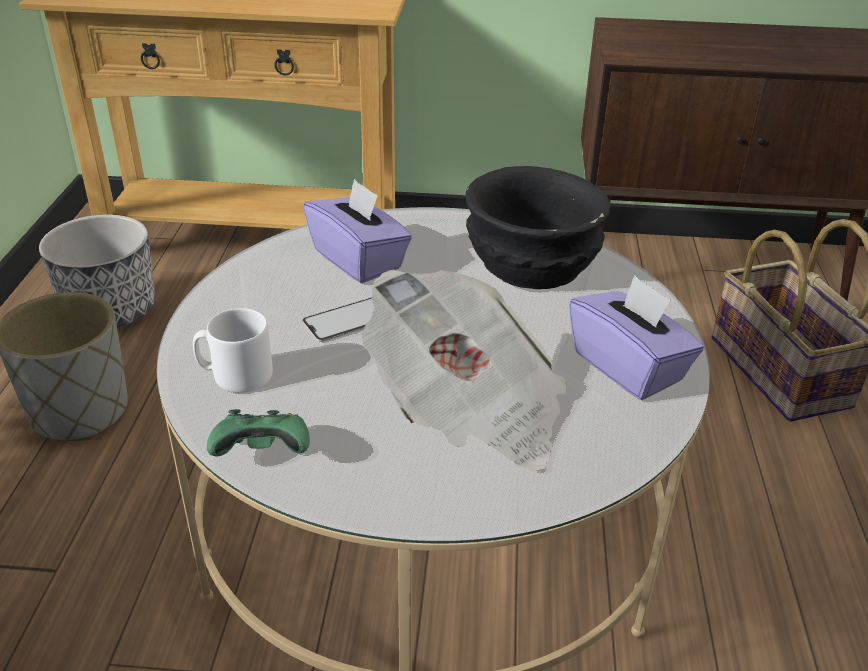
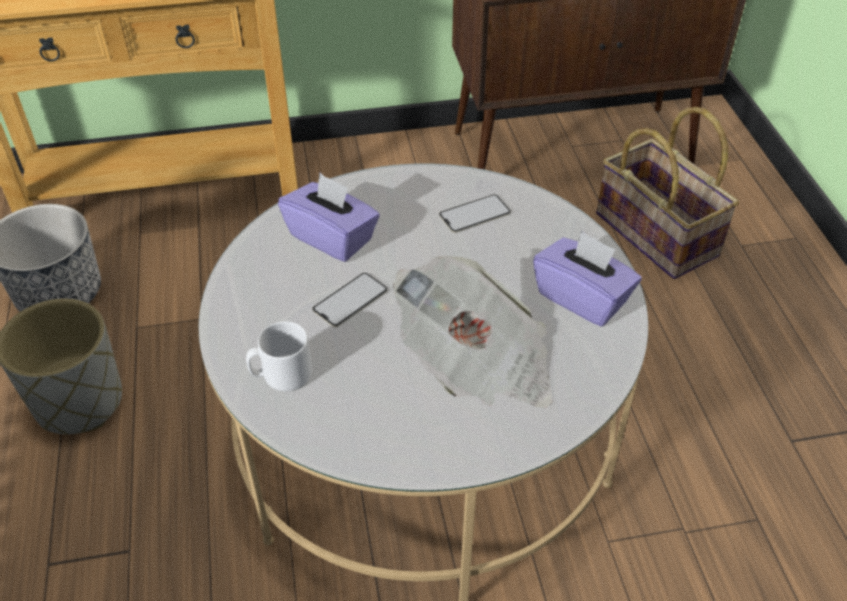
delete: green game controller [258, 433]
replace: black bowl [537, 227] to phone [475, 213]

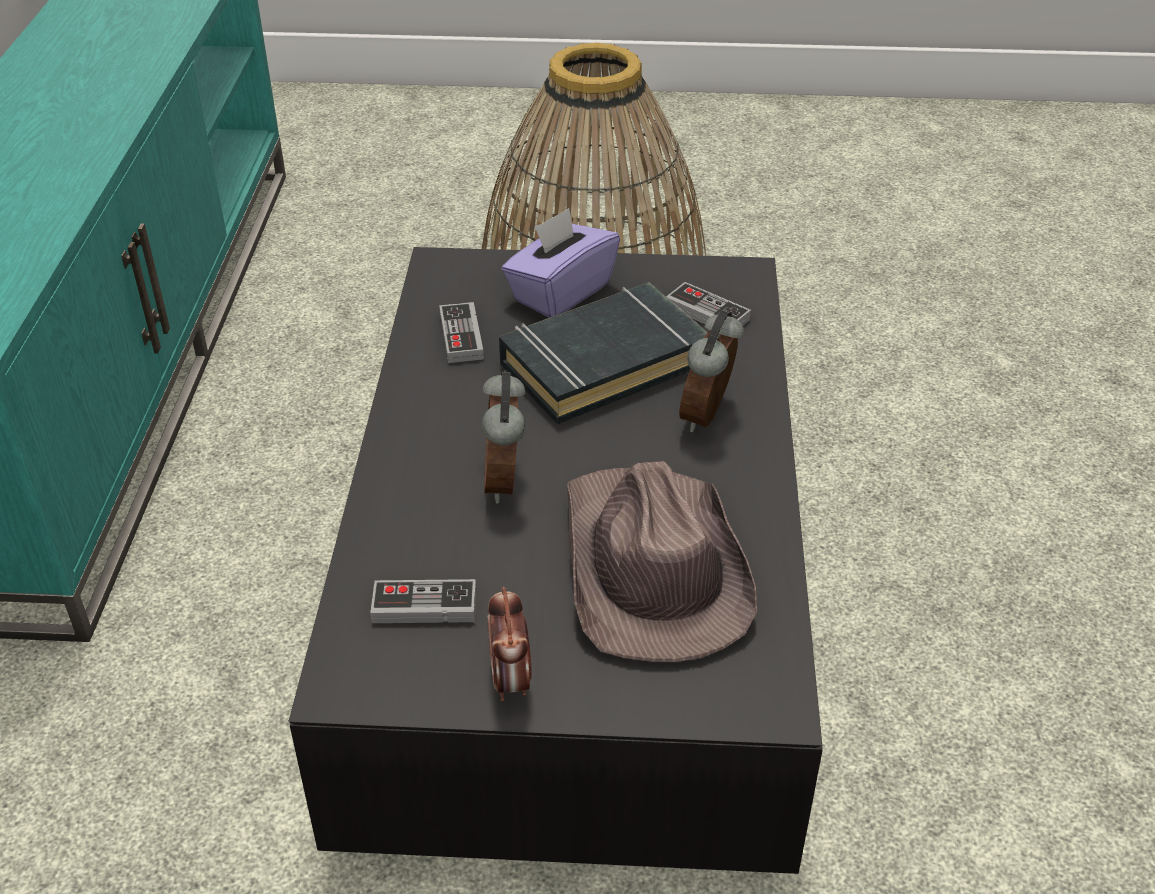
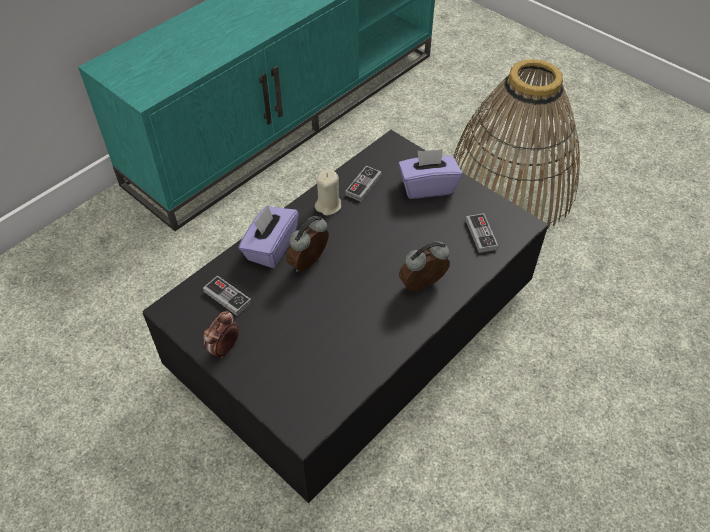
delete: black book [603, 353]; brown hat [662, 561]
insert: purple tissue box [269, 236]; beige candle [328, 192]

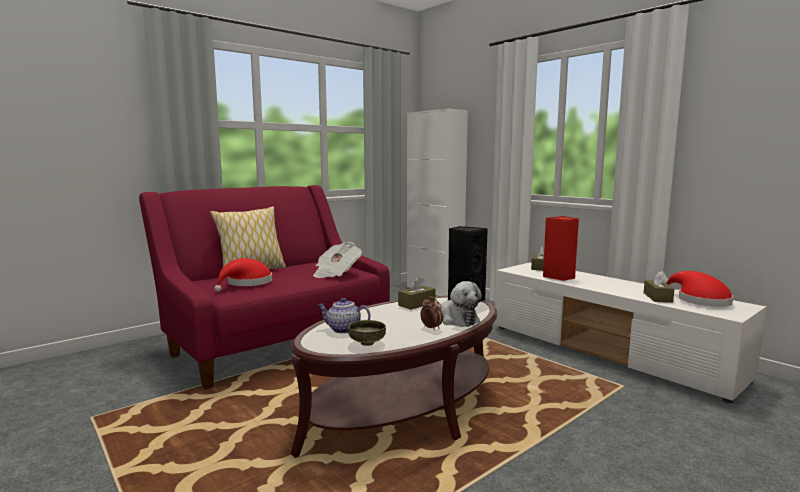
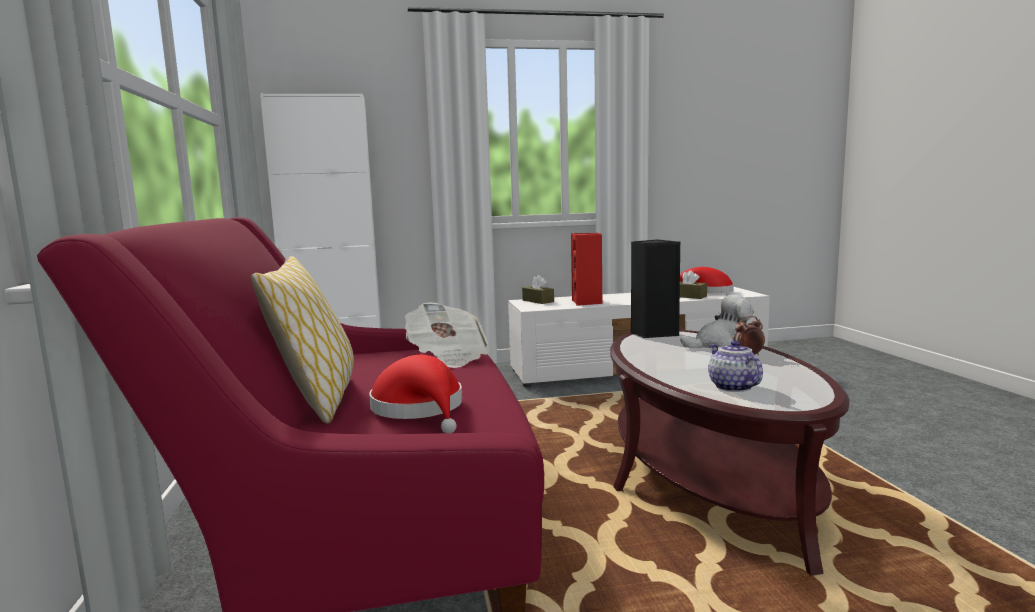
delete: bowl [367, 333]; brown tissue box [417, 293]
rotate: teapot [344, 315] = [735, 366] 120 degrees clockwise

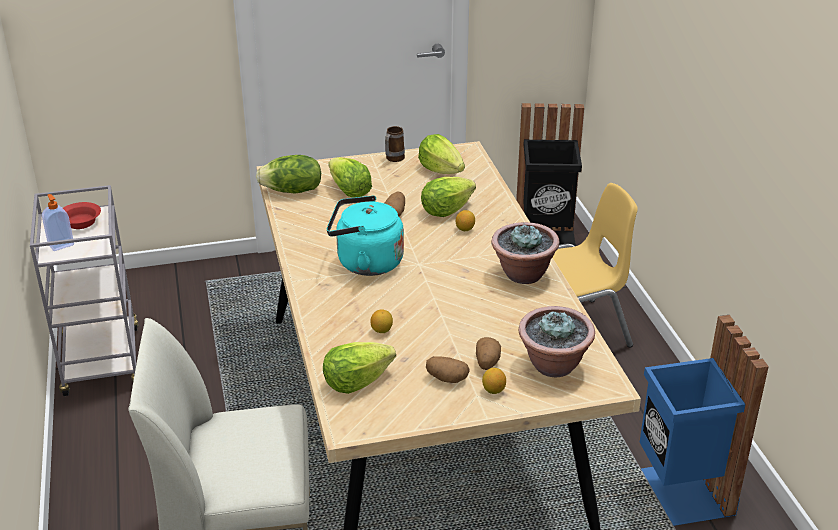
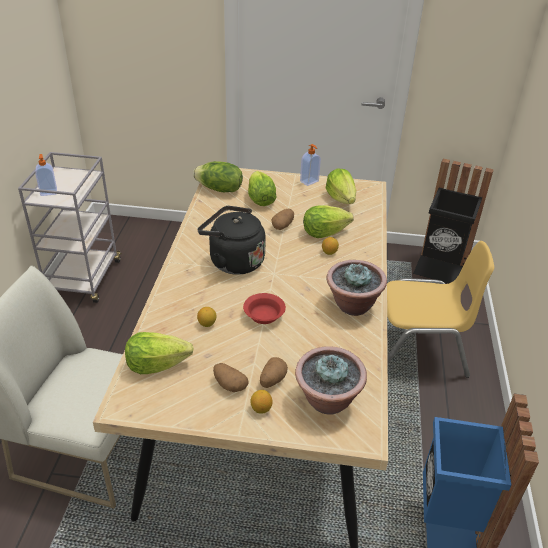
move: red bowl [82, 215] to [264, 308]
replace: mug [395, 144] to soap dispenser [310, 165]
recolor: turquoise kettle [365, 235] to black kettle [232, 240]

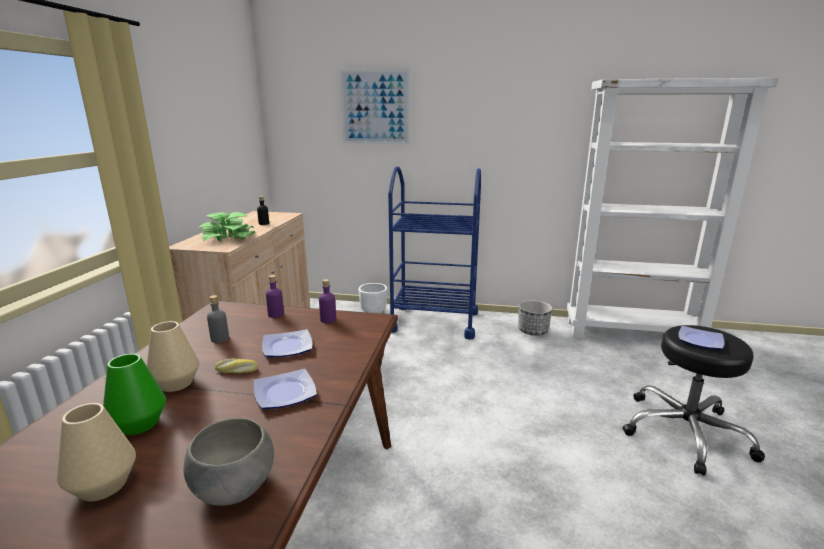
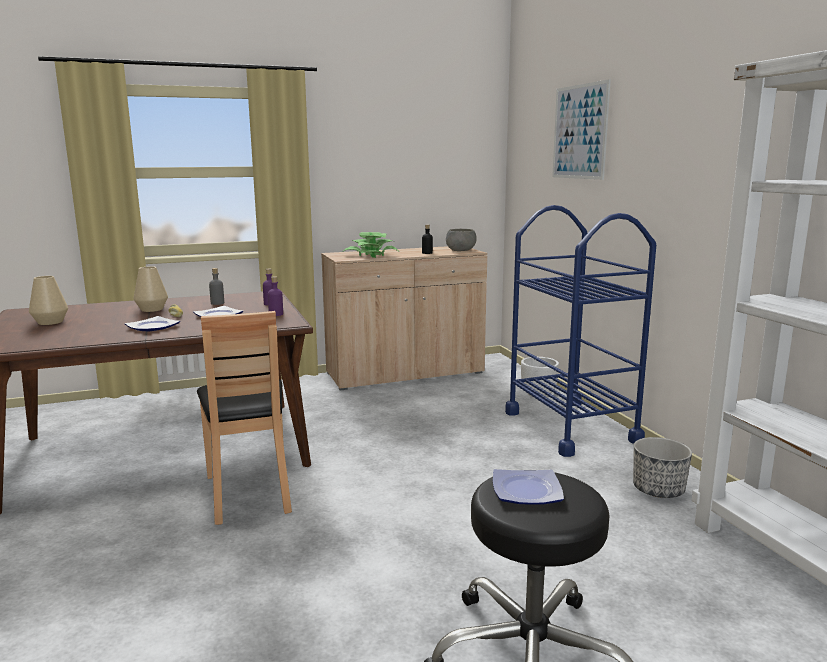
delete: green vase [134, 394]
insert: brown chair [244, 418]
move: grey bowl [228, 462] to [461, 240]

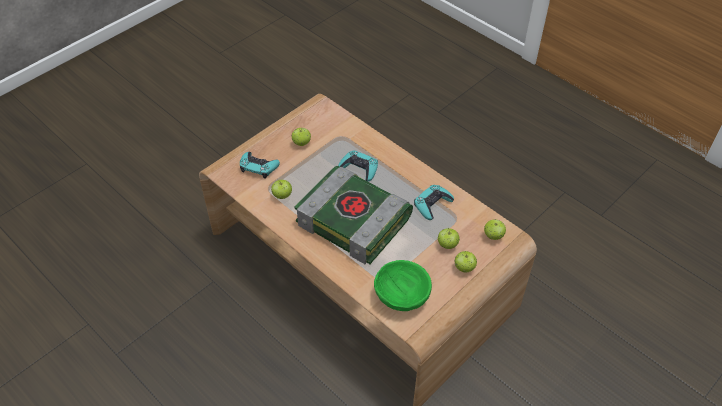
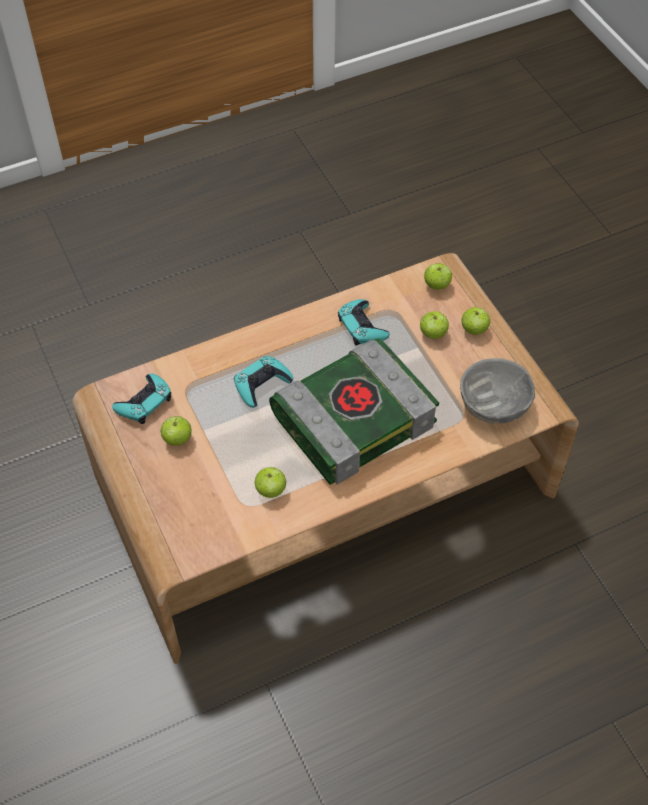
move: turquoise game controller [260, 165] to [141, 398]
recolor: green bowl [403, 285] to grey bowl [497, 391]

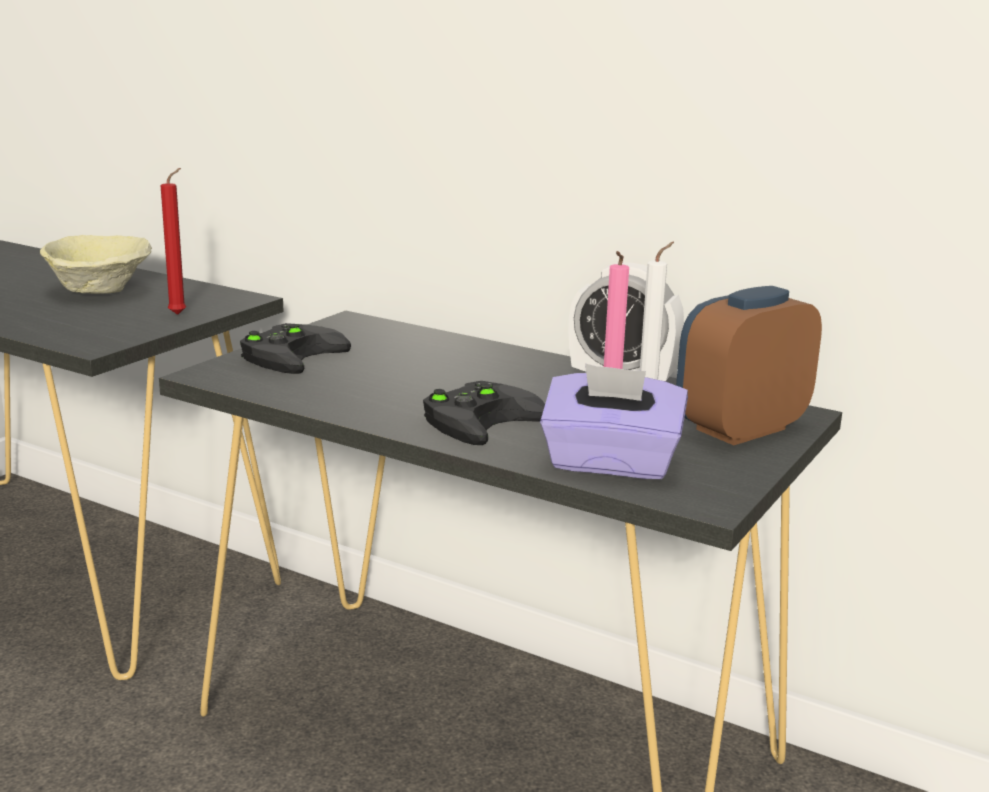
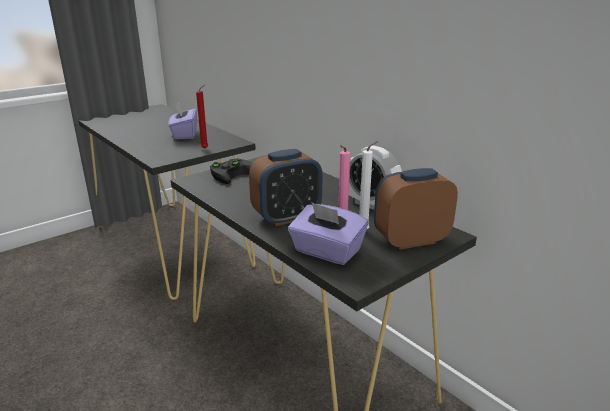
replace: beige bowl [96, 264] to purple tissue box [182, 121]; black game controller [484, 413] to alarm clock [286, 187]

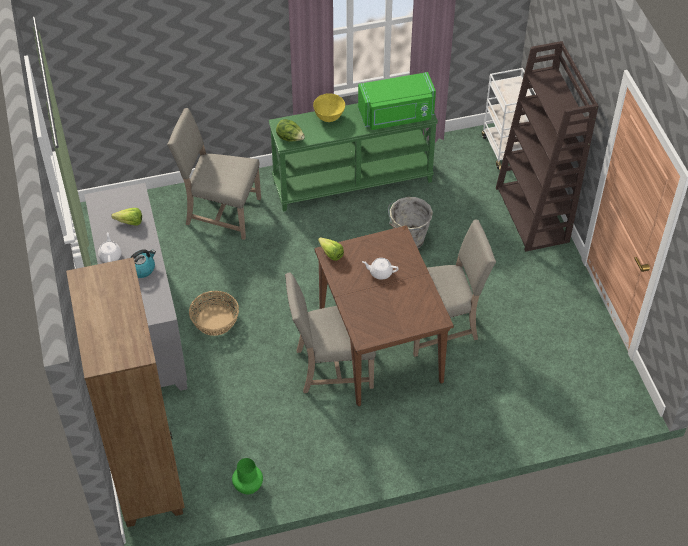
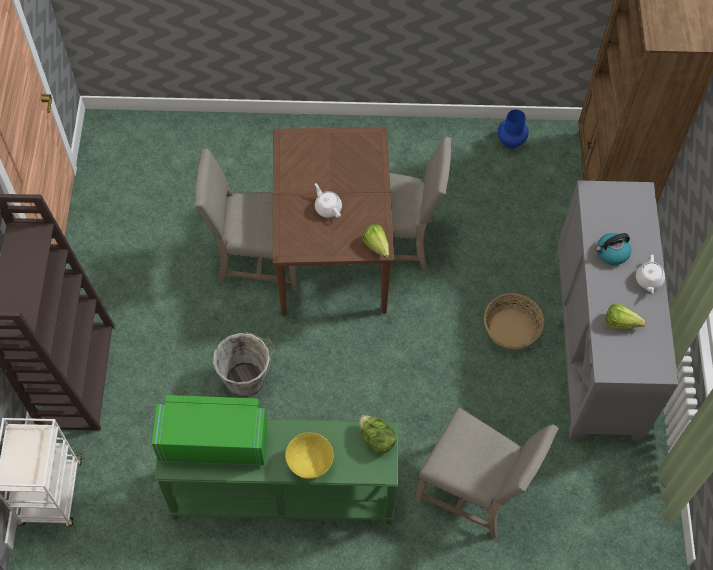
recolor: green vase [247, 476] to blue vase [513, 129]
rotate: white teapot [380, 269] = [328, 200] 150 degrees counterclockwise

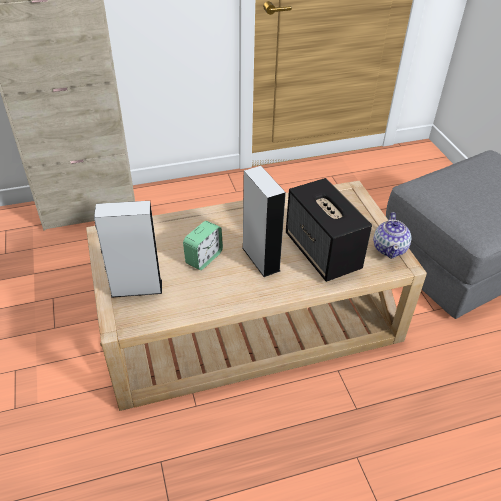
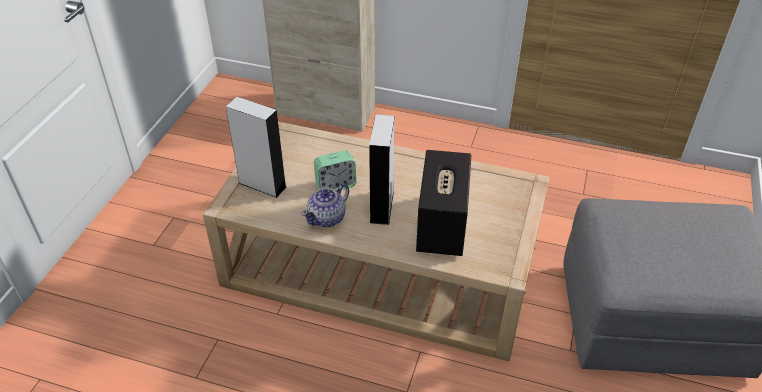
move: teapot [392, 235] to [325, 205]

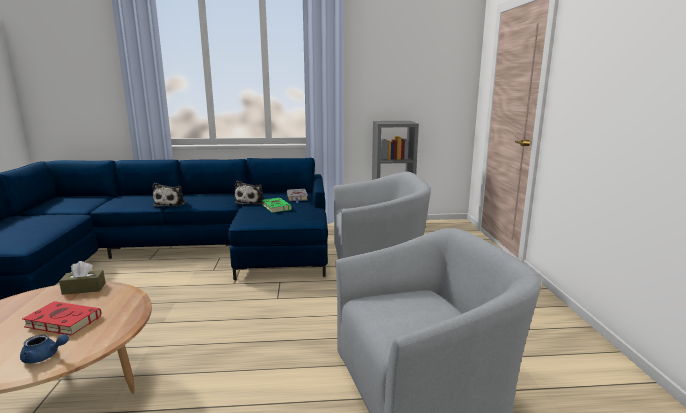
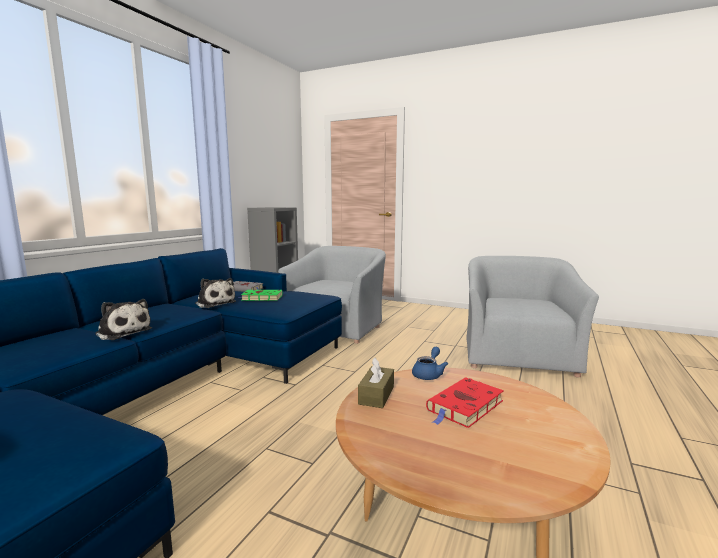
move: blue teapot [44, 348] to [430, 363]

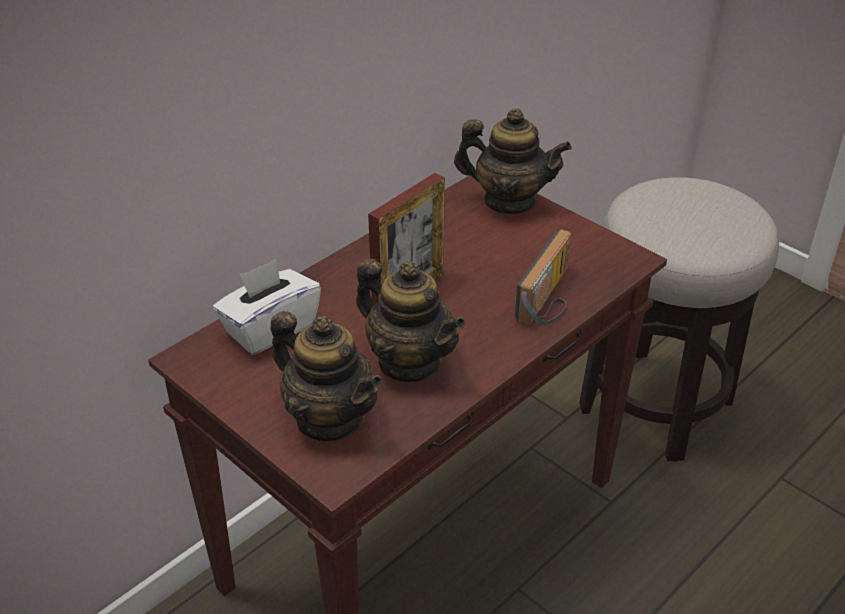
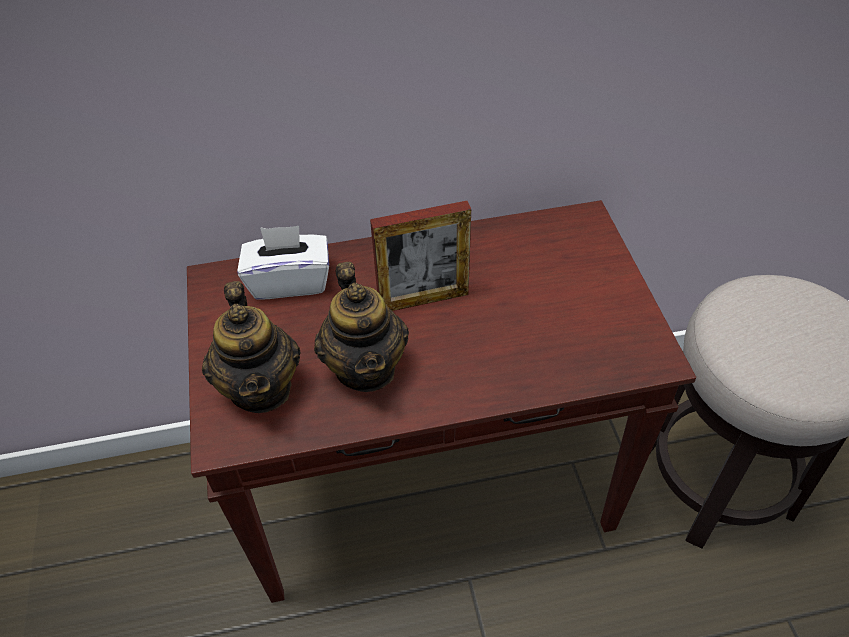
delete: teapot [513, 161]; radio [543, 277]

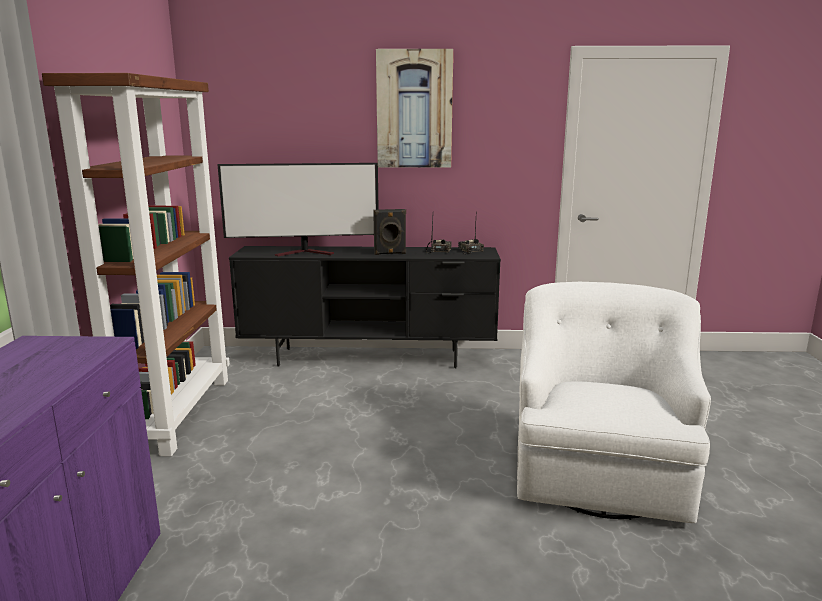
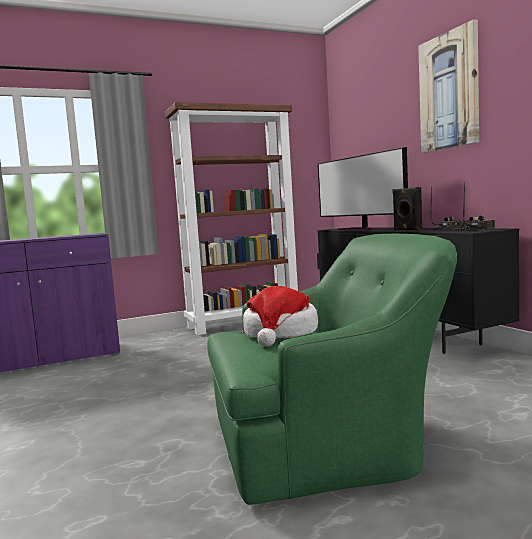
insert: hat [280, 316]
recolor: white armchair [614, 402] to green armchair [332, 369]

